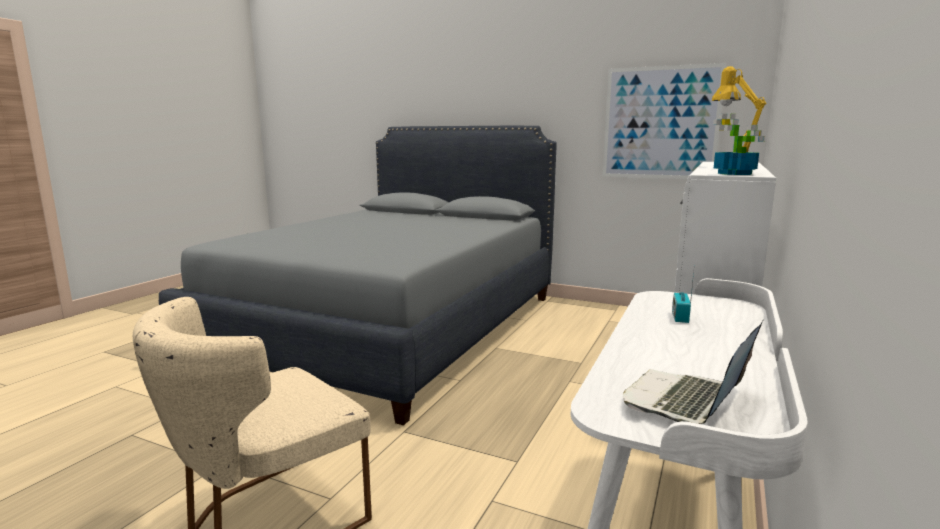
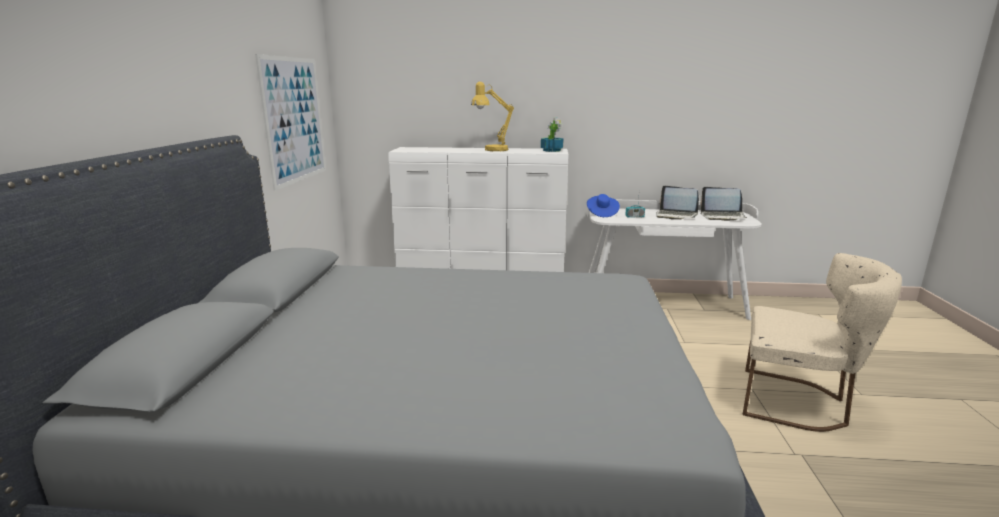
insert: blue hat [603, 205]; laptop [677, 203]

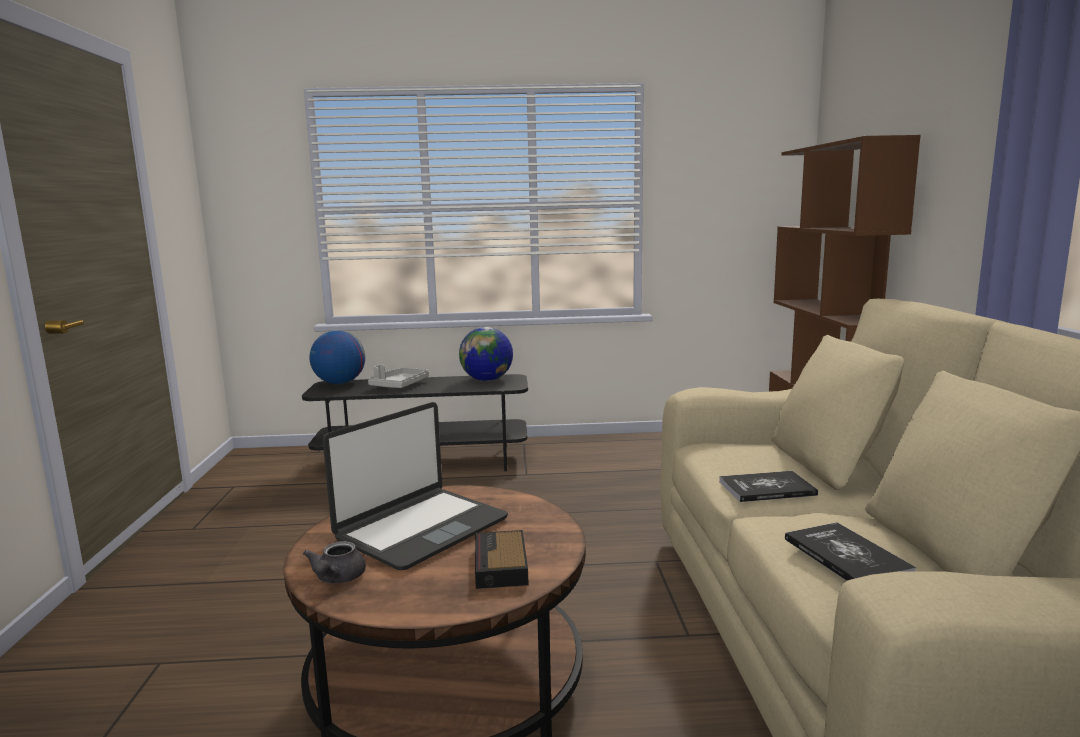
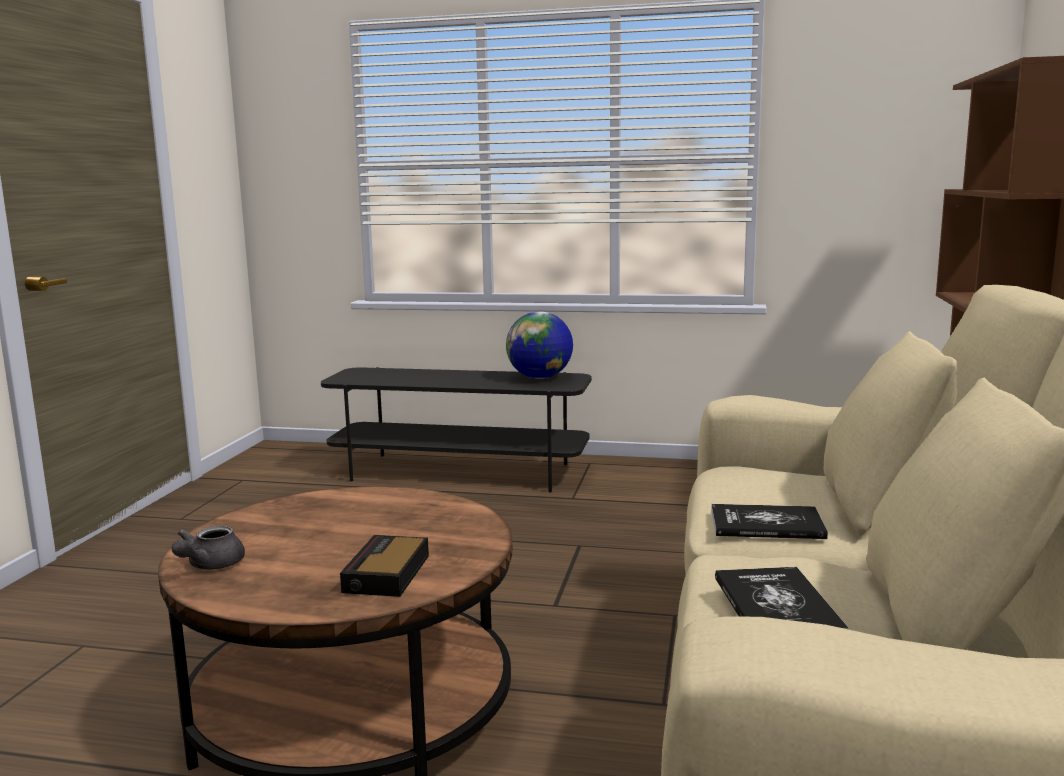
delete: globe [337, 357]; laptop [415, 486]; grey tray [398, 376]

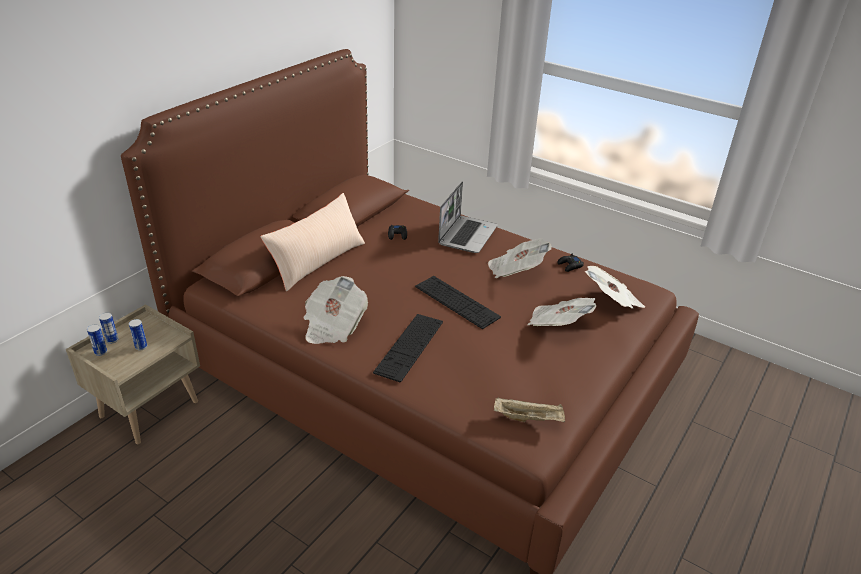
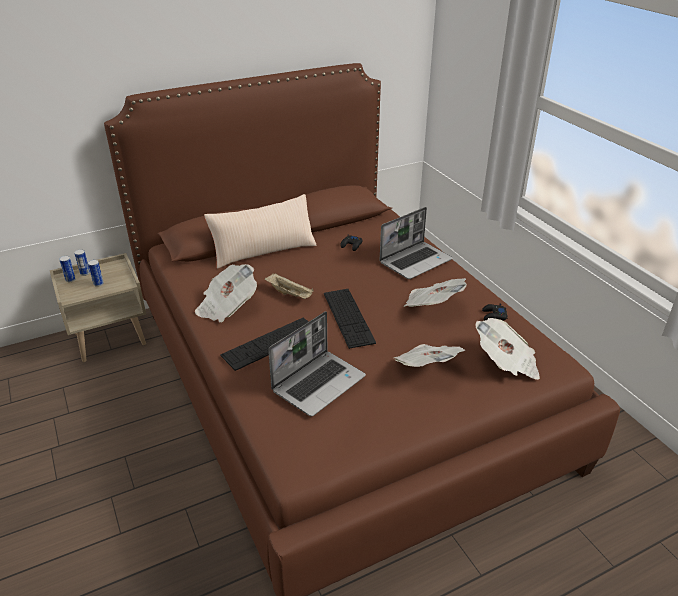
insert: laptop [317, 364]
move: beige tray [529, 409] to [289, 286]

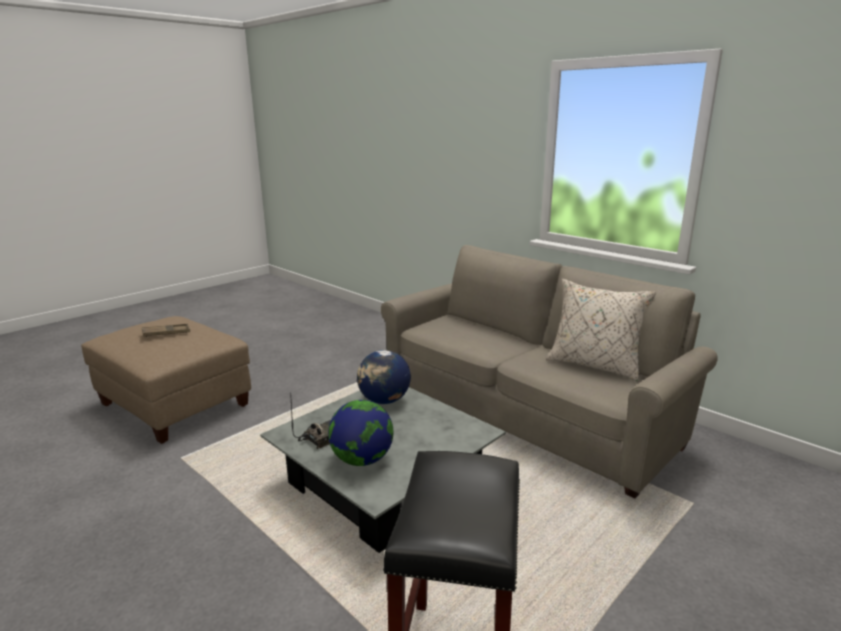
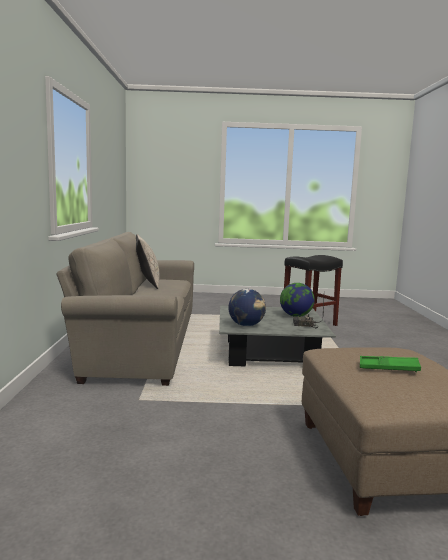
recolor: brown tray [166, 330] to green tray [390, 364]

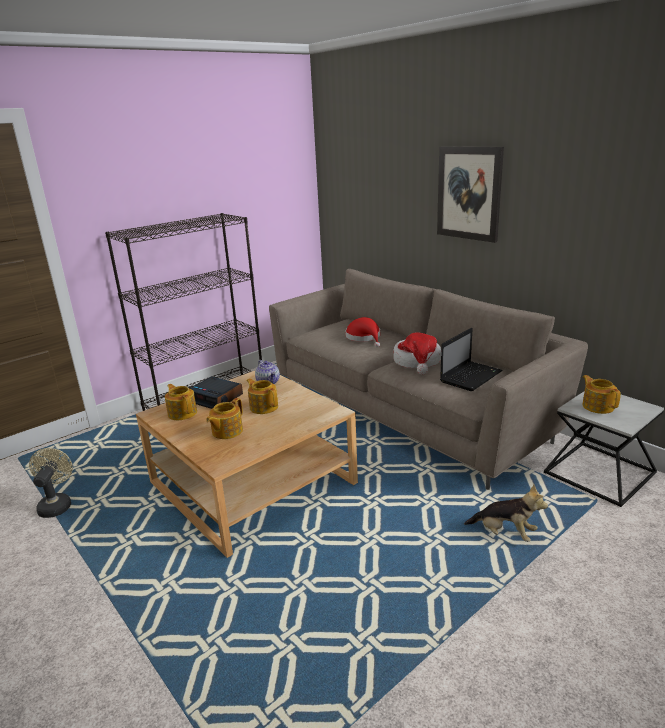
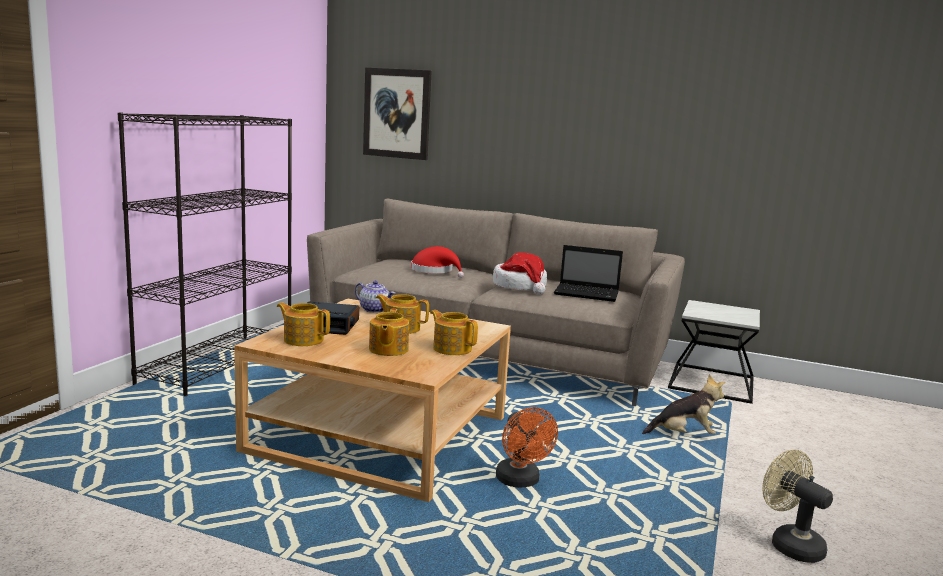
insert: orange fan [527, 447]
move: beige fan [51, 483] to [797, 506]; picture [470, 194] to [397, 114]; teapot [601, 394] to [454, 332]
rotate: laptop [471, 359] = [588, 273] 90 degrees clockwise

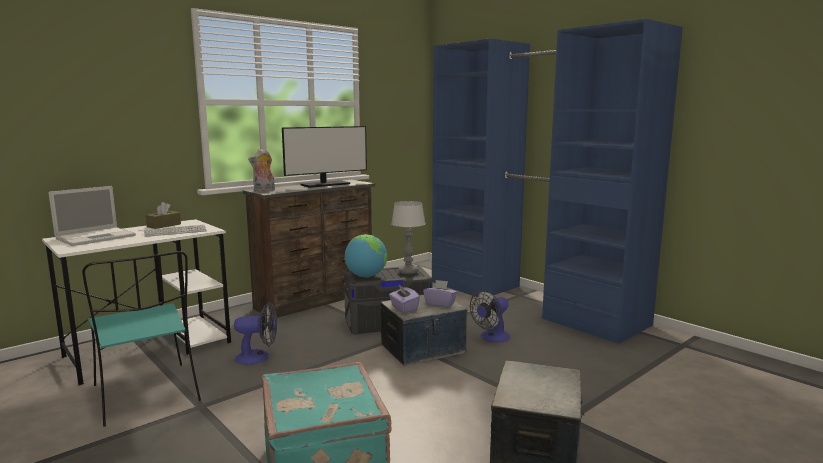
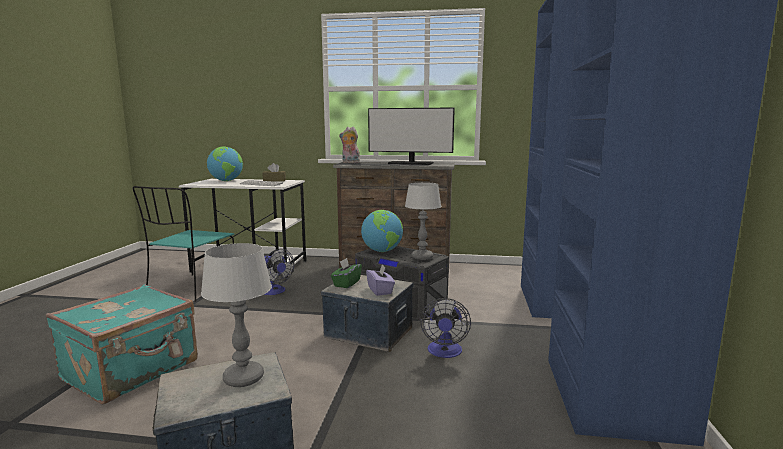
insert: table lamp [236, 315]
replace: laptop [92, 216] to globe [225, 163]
recolor: purple tissue box [404, 299] to green tissue box [346, 273]
rotate: fan [490, 316] = [445, 328] 90 degrees counterclockwise

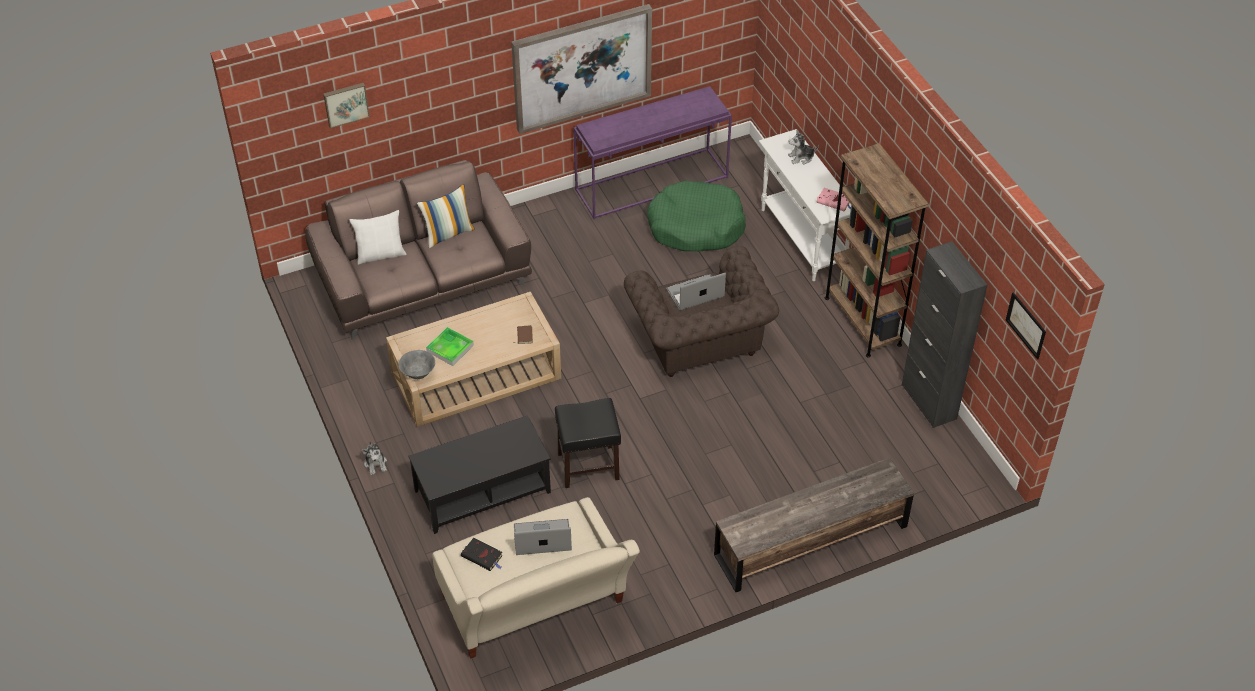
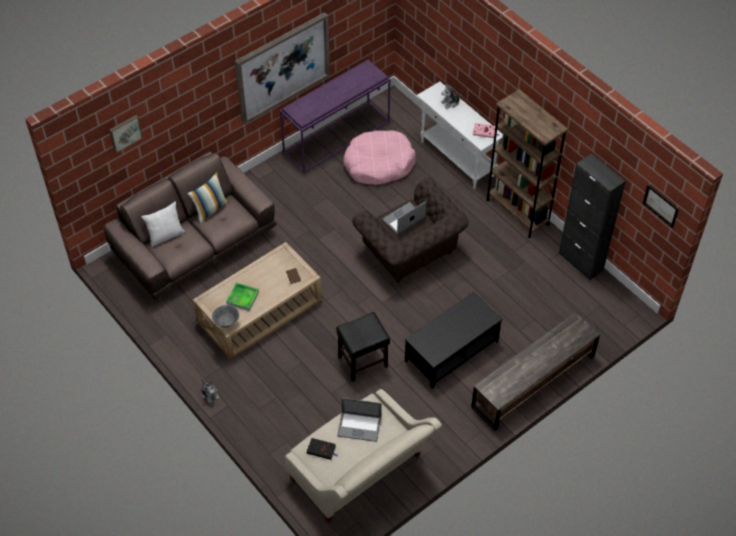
move: black coffee table [480, 474] to [454, 340]
recolor: green dog bed [696, 216] to pink dog bed [379, 157]
rotate: laptop [543, 537] = [359, 420] 150 degrees counterclockwise

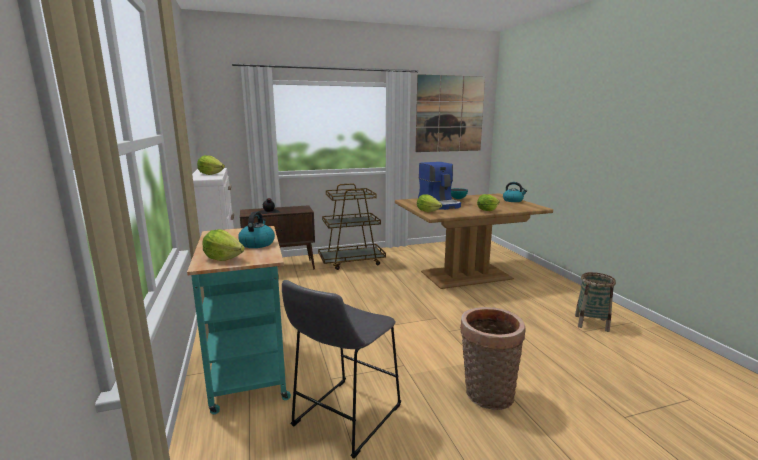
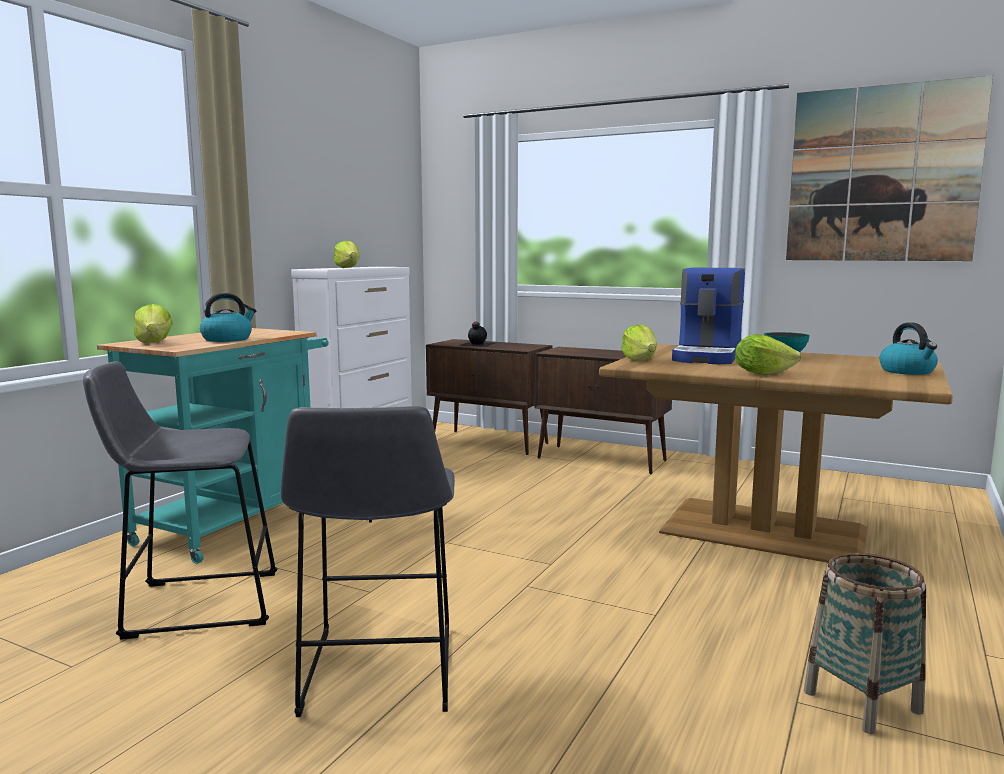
replace: brown cart [352, 227] to brown cabinet [603, 410]; basket [493, 358] to grey stool [368, 561]

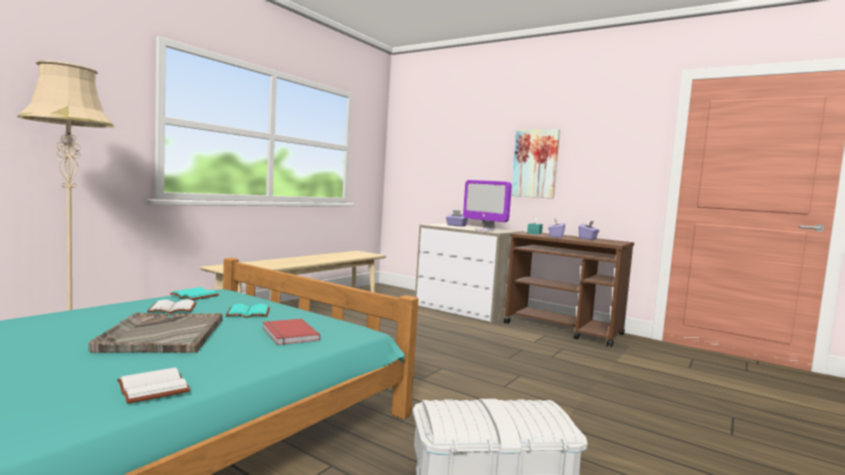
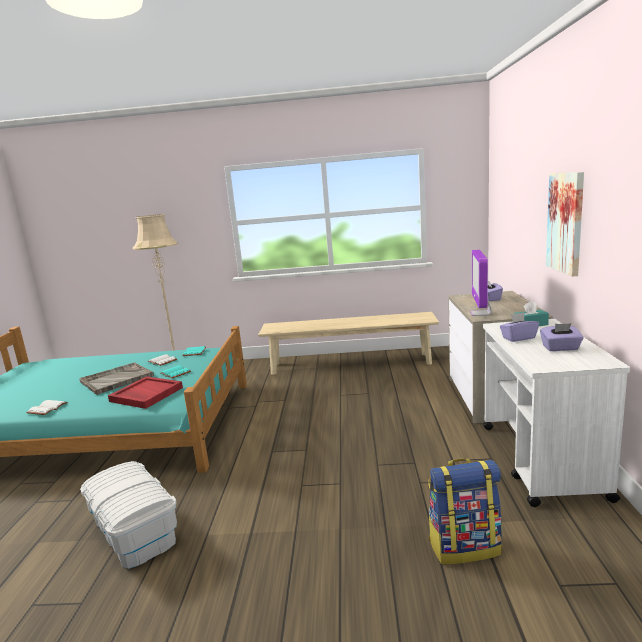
insert: backpack [465, 511]
replace: red book [291, 332] to red tray [145, 392]
recolor: brown cart [569, 289] to white cart [556, 413]

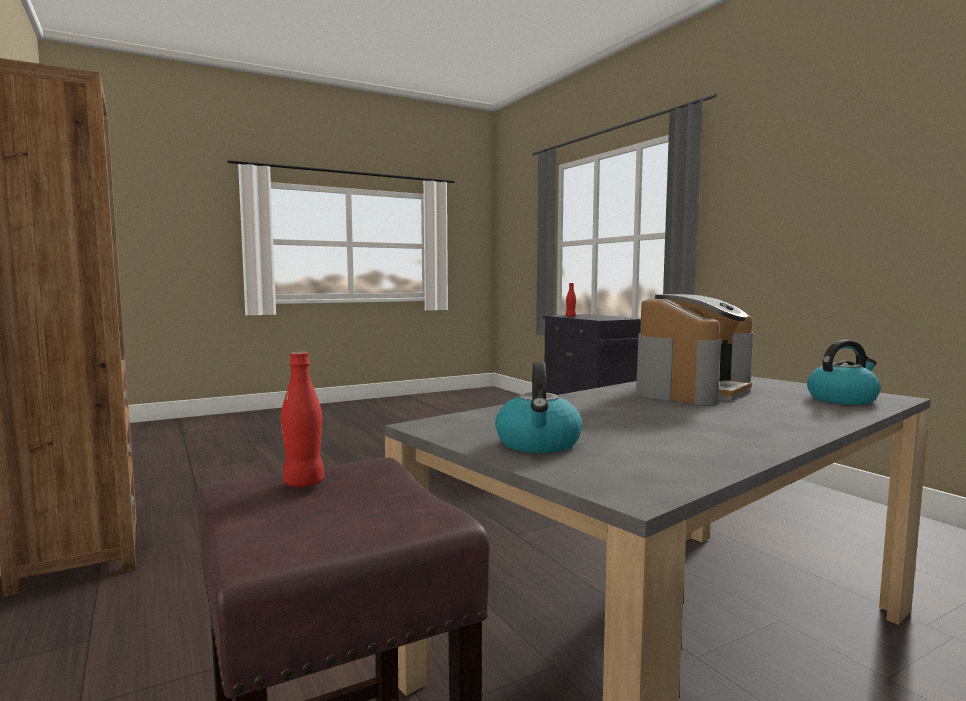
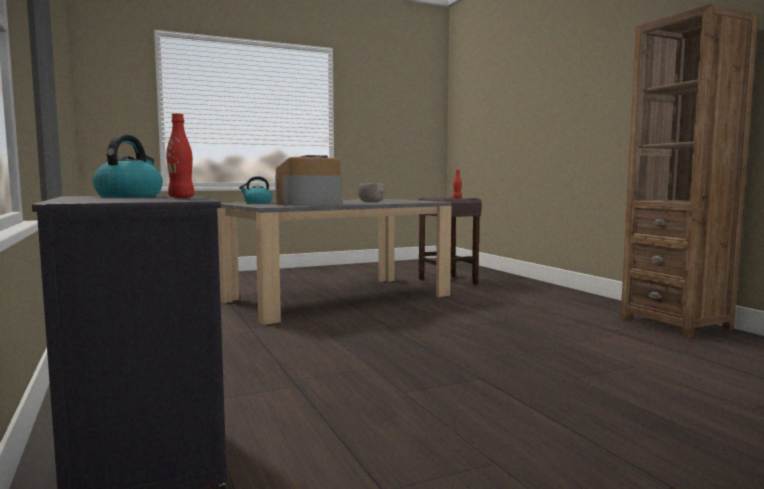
insert: grey bowl [371, 192]
move: kettle [538, 407] to [127, 166]

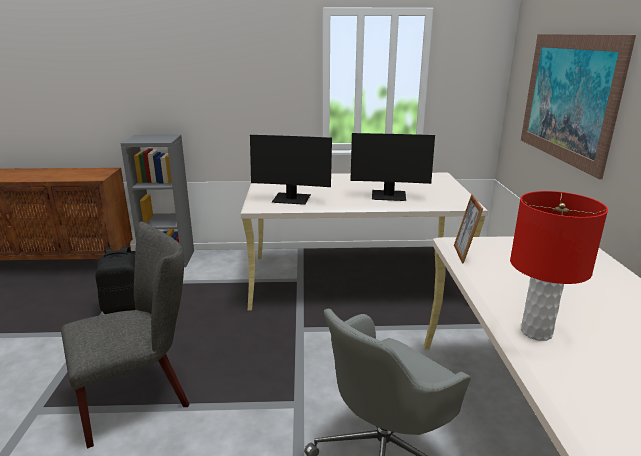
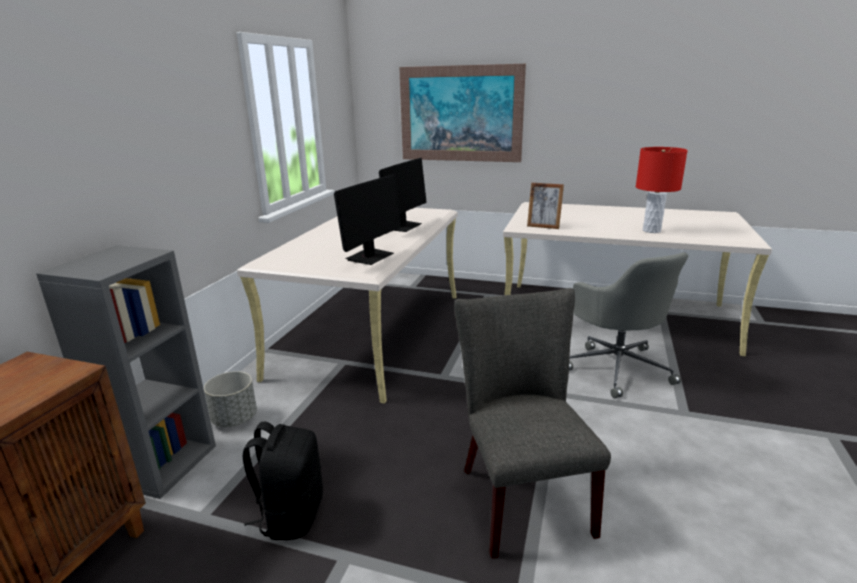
insert: grey planter [230, 399]

